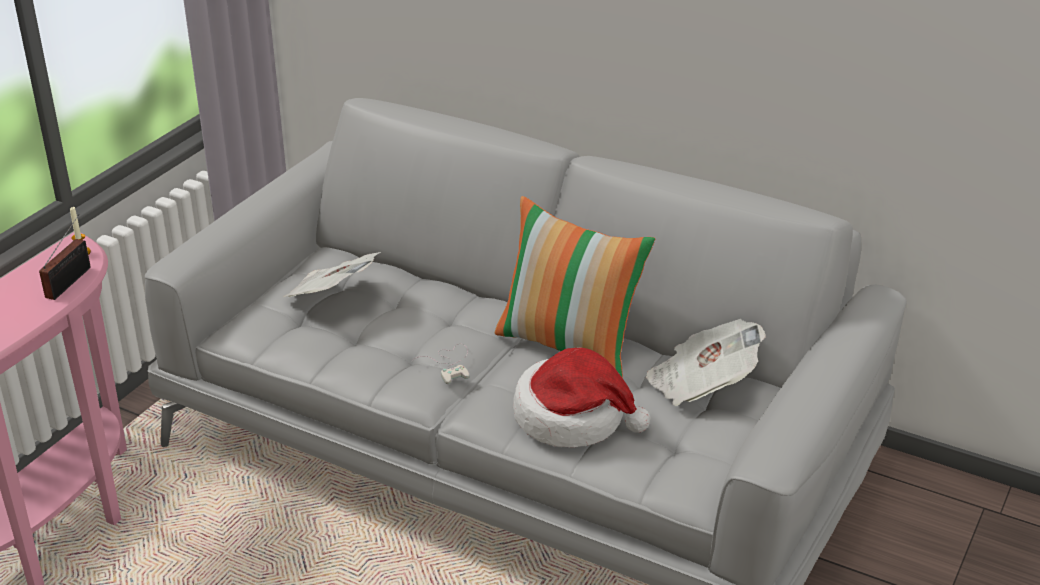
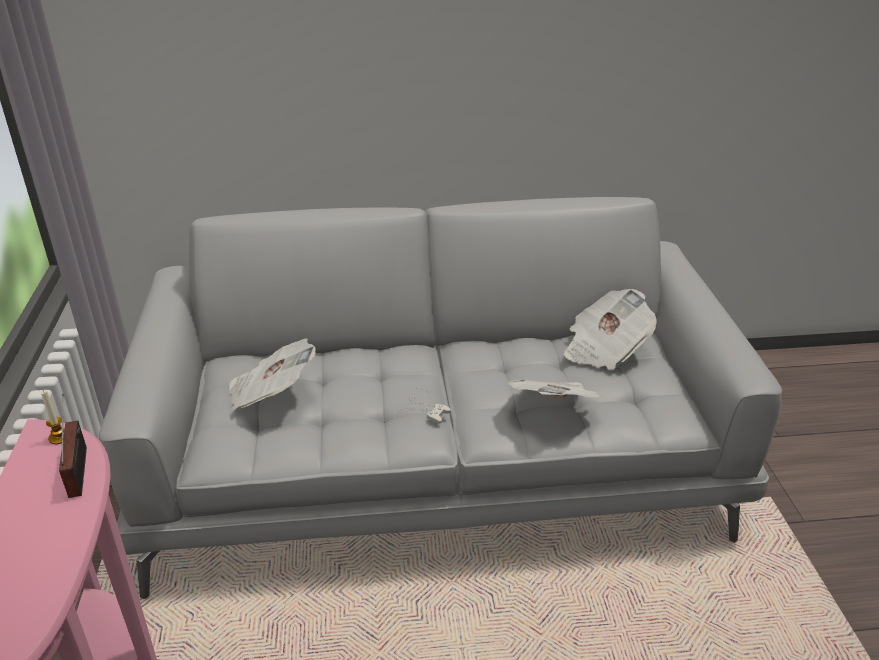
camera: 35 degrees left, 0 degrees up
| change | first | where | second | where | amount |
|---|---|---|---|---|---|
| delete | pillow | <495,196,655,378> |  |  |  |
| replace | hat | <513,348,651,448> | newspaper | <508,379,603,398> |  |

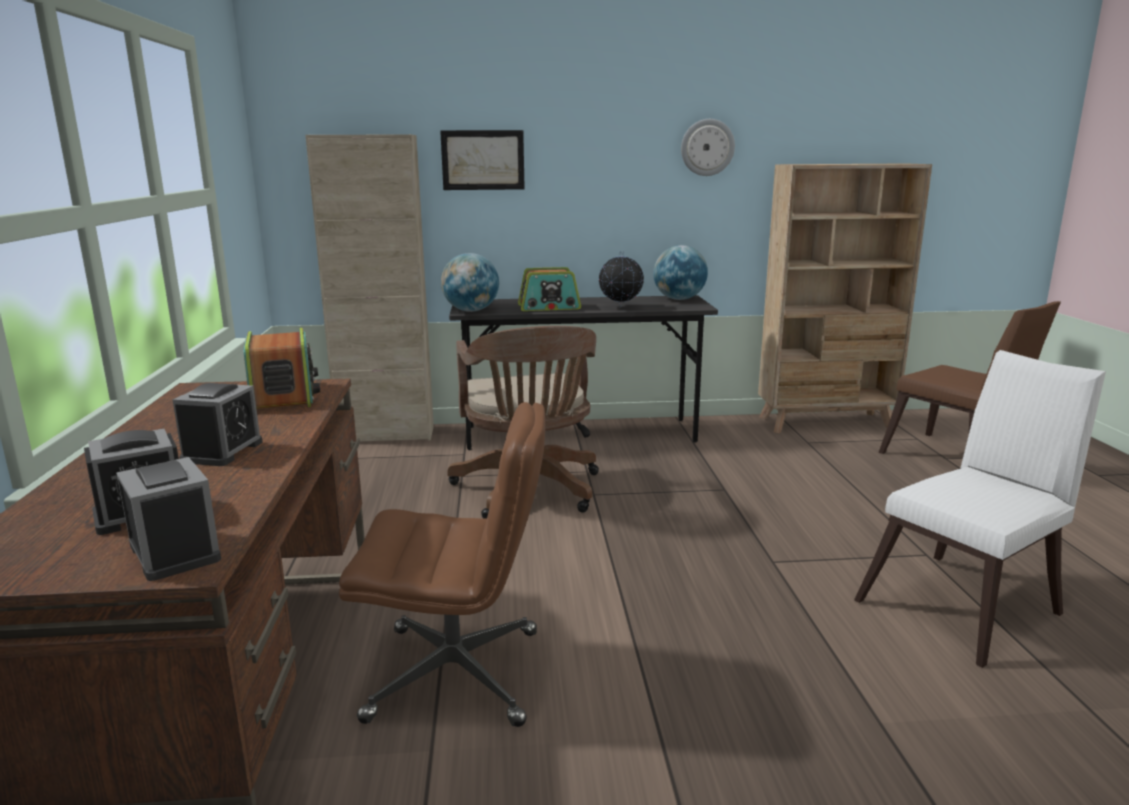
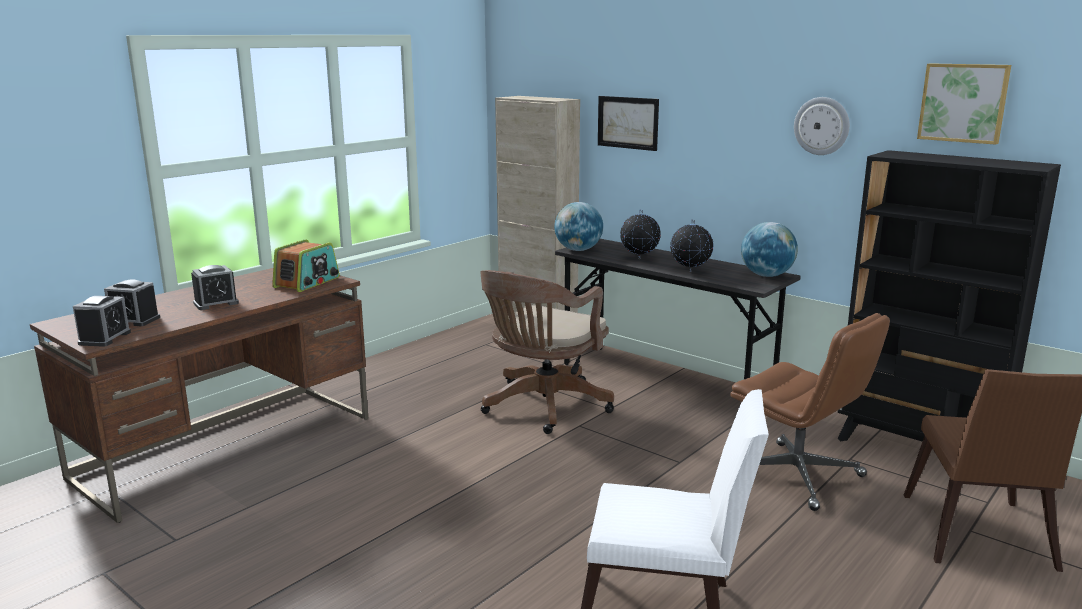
camera: 45 degrees right, 0 degrees up
| change | first | where | second | where | amount |
|---|---|---|---|---|---|
| recolor | beige bookcase | <758,163,932,434> | black bookcase | <838,150,1061,441> |  |
| replace | radio | <518,267,581,311> | globe | <620,210,661,259> |  |
| move | brown office chair | <339,402,545,727> |  | <730,313,890,511> |  |
| insert |  |  | picture | <917,63,1011,145> |  |

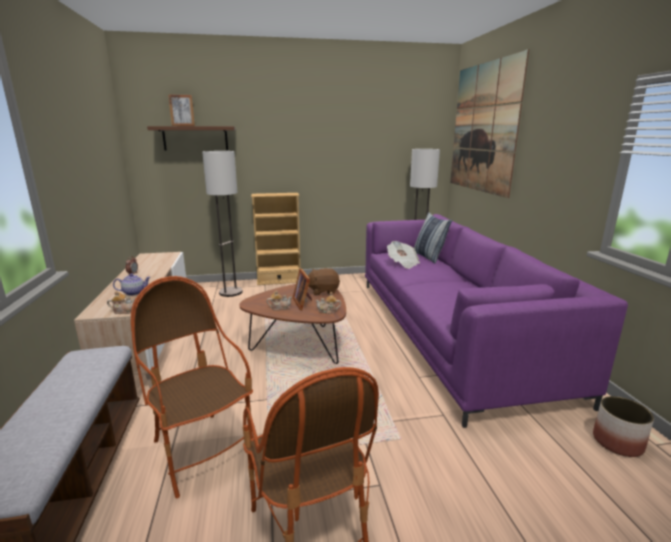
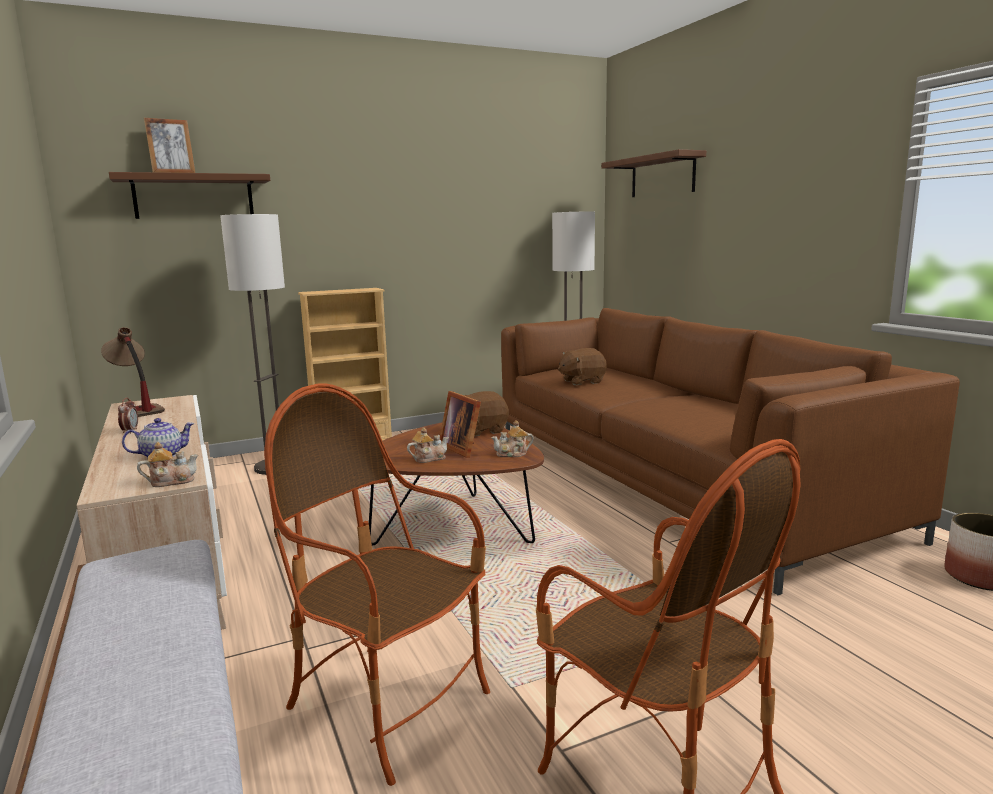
camera: 15 degrees left, 5 degrees down
| change | first | where | second | where | amount |
|---|---|---|---|---|---|
| replace | picture | <450,49,529,198> | brown shelf | <601,149,706,197> |  |
| delete | pillow | <414,212,452,263> |  |  |  |
| recolor | purple sofa | <365,214,628,428> | brown sofa | <501,308,960,595> |  |
| replace | newspaper | <387,241,420,269> | brown plush toy | <558,348,607,385> |  |
| insert |  |  | table lamp | <101,327,165,417> |  |

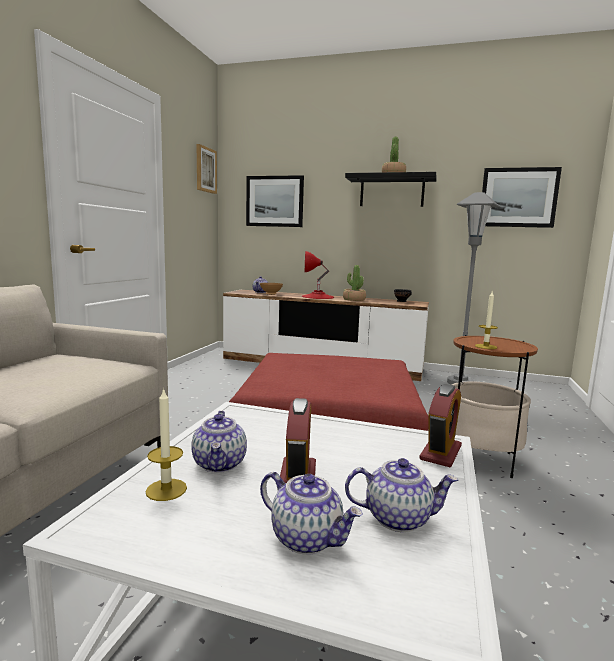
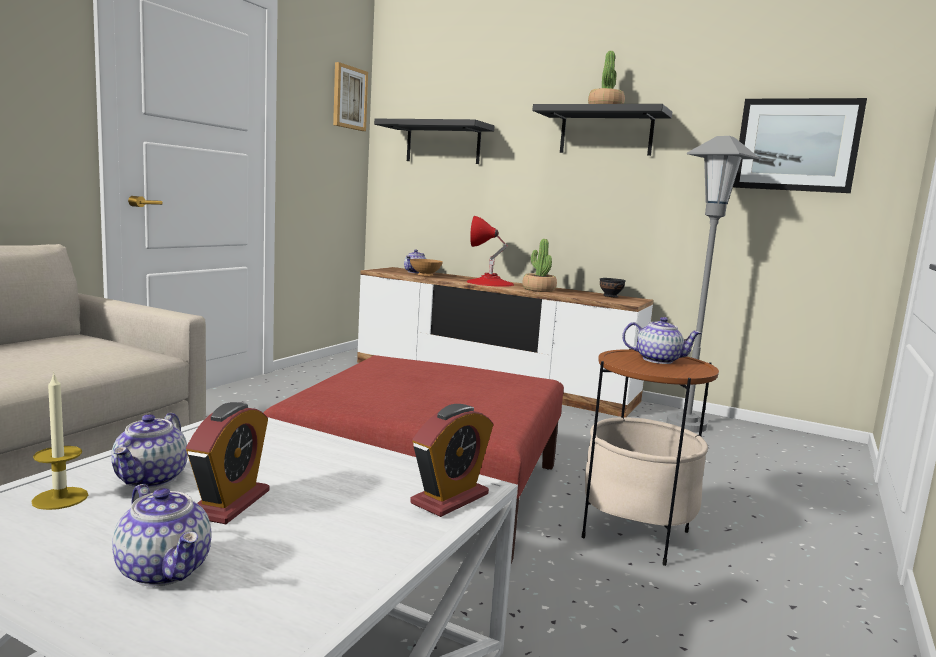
camera: 10 degrees right, 0 degrees up
| change | first | where | second | where | amount |
|---|---|---|---|---|---|
| replace | picture | <246,175,304,227> | black shelf | <374,119,494,164> |  |
| delete | candle | <475,291,498,349> |  |  |  |
| move | teapot | <345,458,458,532> |  | <622,317,702,364> |  |

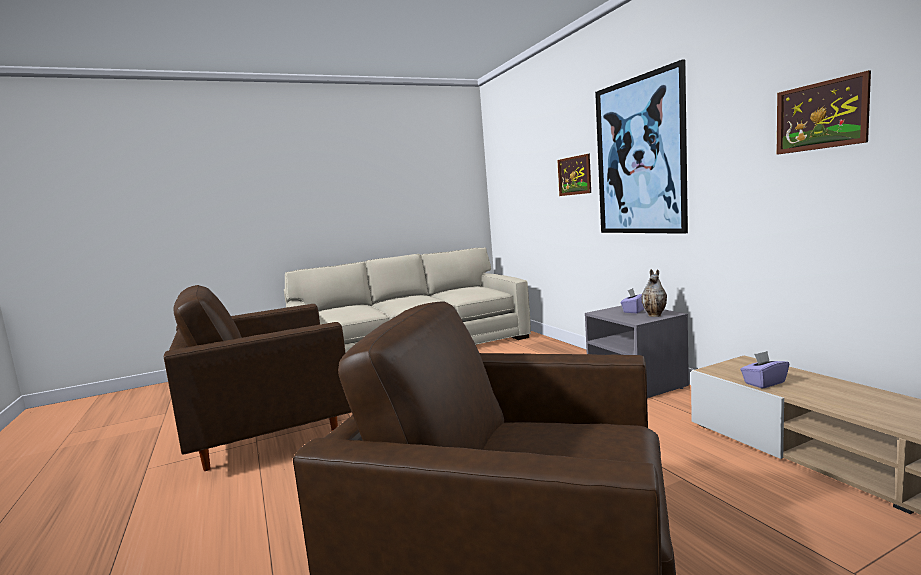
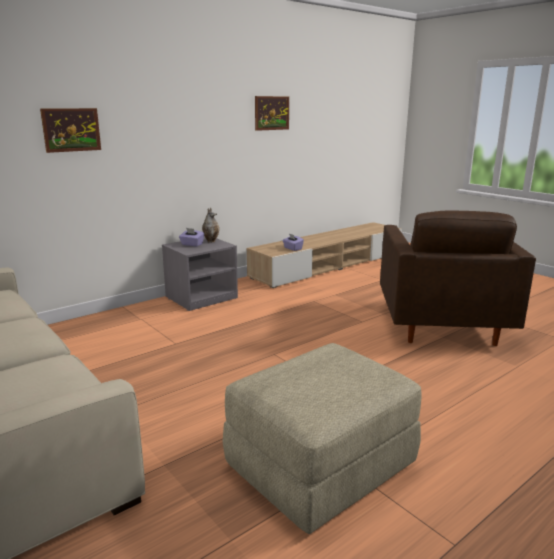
camera: 105 degrees left, 10 degrees up
| change | first | where | second | where | amount |
|---|---|---|---|---|---|
| delete | picture | <595,60,688,234> |  |  |  |
| replace | brown armchair | <164,285,351,471> | beige ottoman | <223,343,421,534> |  |

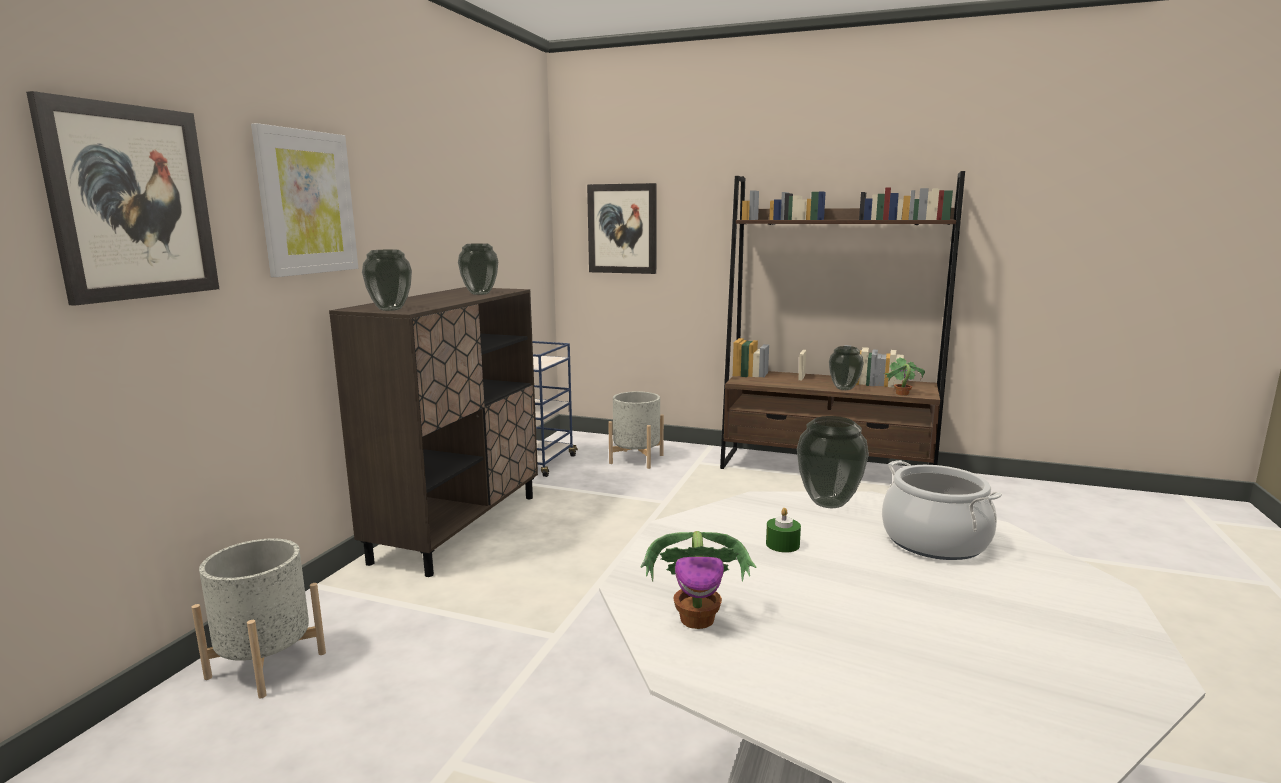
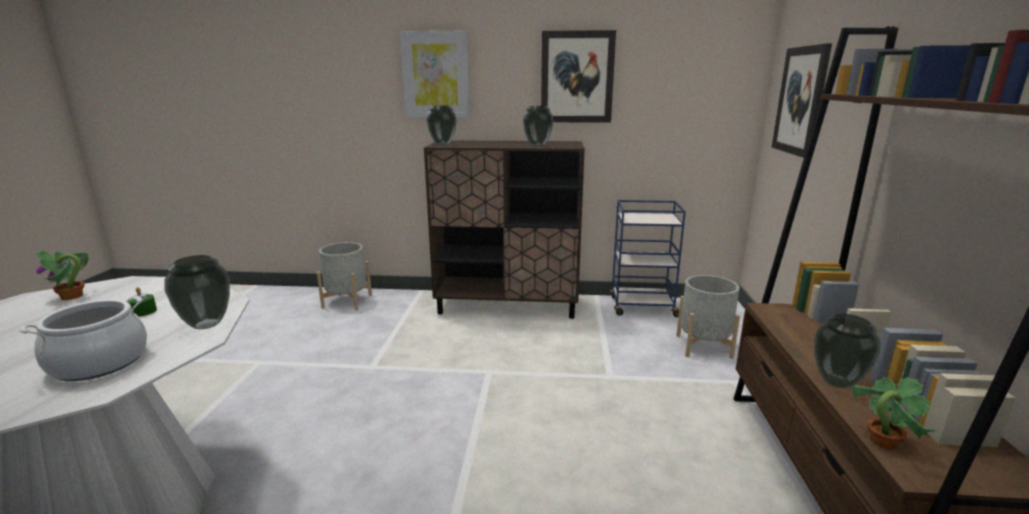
camera: 75 degrees right, 5 degrees up
| change | first | where | second | where | amount |
|---|---|---|---|---|---|
| move | picture | <26,91,219,306> |  | <541,30,616,123> |  |

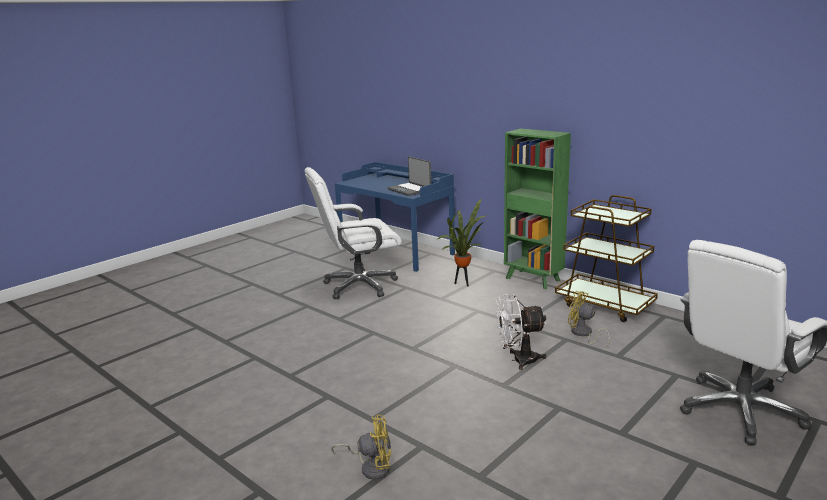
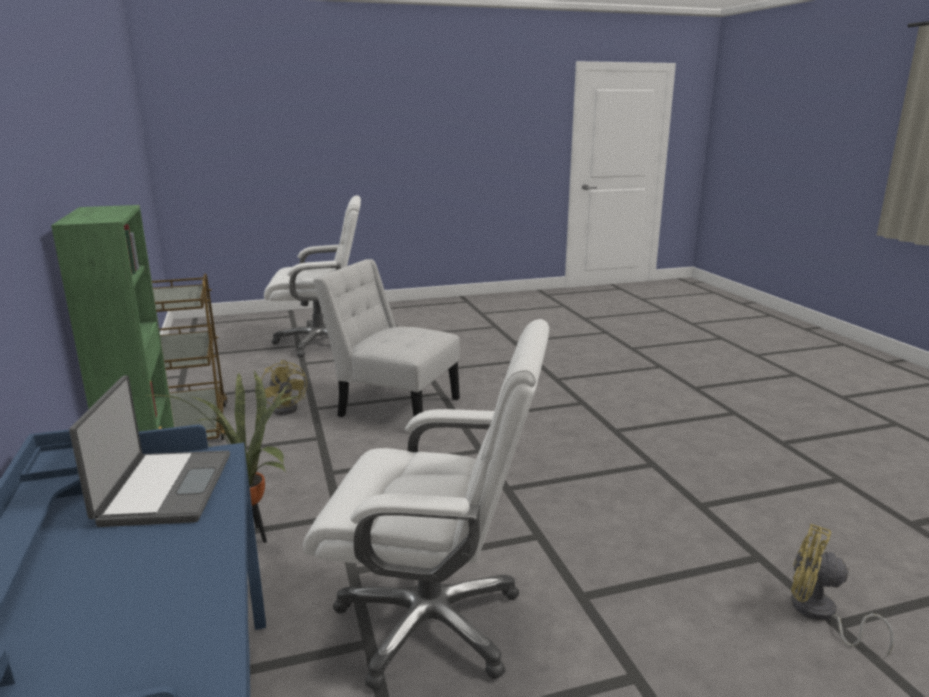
camera: 150 degrees left, 0 degrees up
| change | first | where | second | where | amount |
|---|---|---|---|---|---|
| replace | white fan | <495,294,546,370> | white chair | <313,259,460,417> |  |
| move | yellow fan | <331,415,391,480> |  | <791,524,894,657> |  |

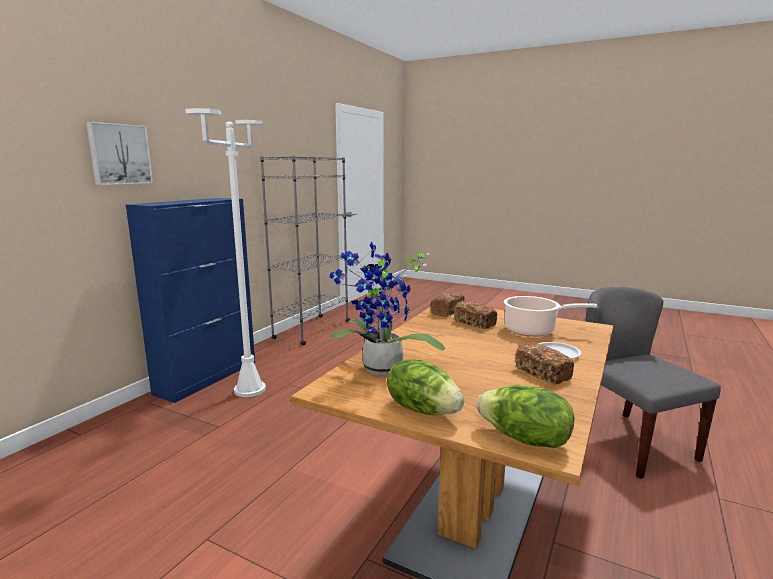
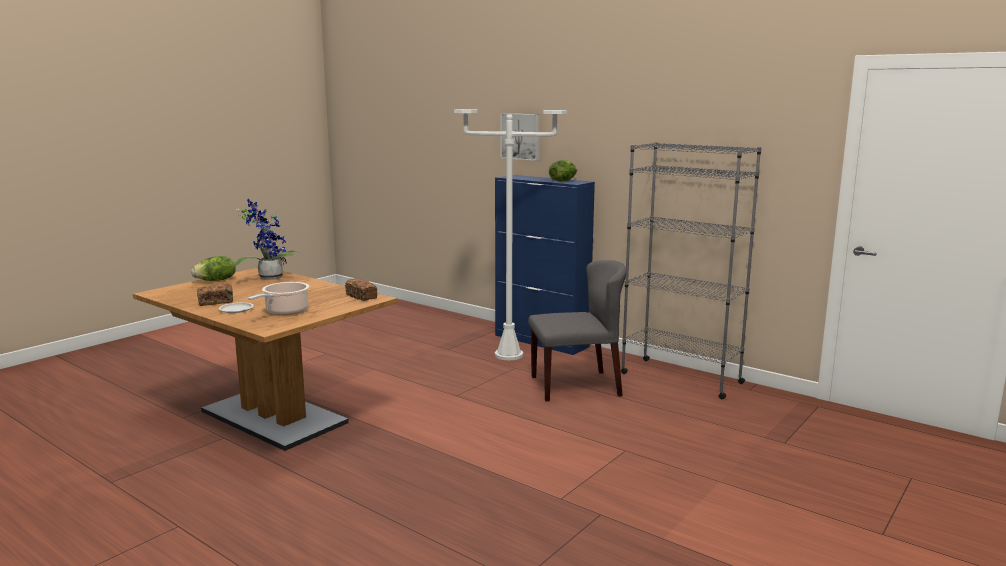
camera: 100 degrees right, 0 degrees up
| change | first | where | second | where | amount |
|---|---|---|---|---|---|
| move | grey chair | <585,287,721,479> |  | <528,260,627,401> |  |
| delete | bread | <454,301,497,329> |  |  |  |
| move | lettuce | <477,385,575,448> |  | <549,160,577,182> |  |

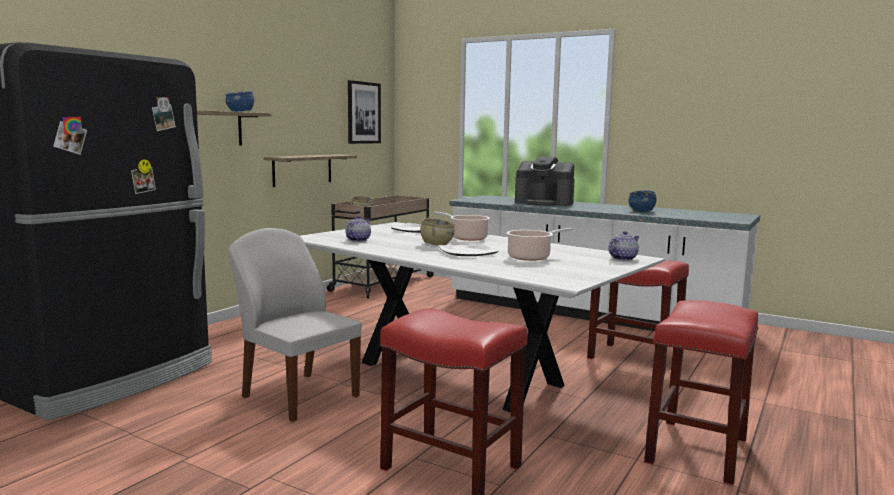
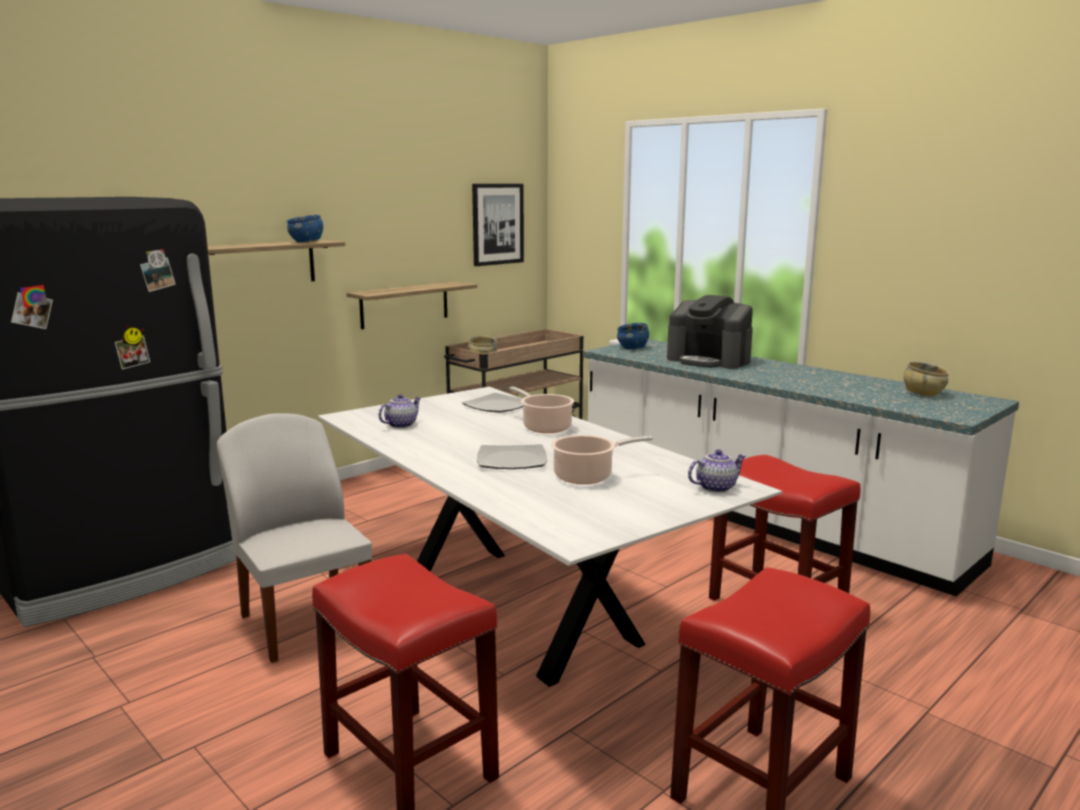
camera: 15 degrees right, 5 degrees up
| change | first | where | second | where | amount |
|---|---|---|---|---|---|
| move | blue bowl | <628,190,657,212> |  | <617,323,649,349> |  |
| move | beige bowl | <420,218,455,245> |  | <904,361,949,397> |  |

